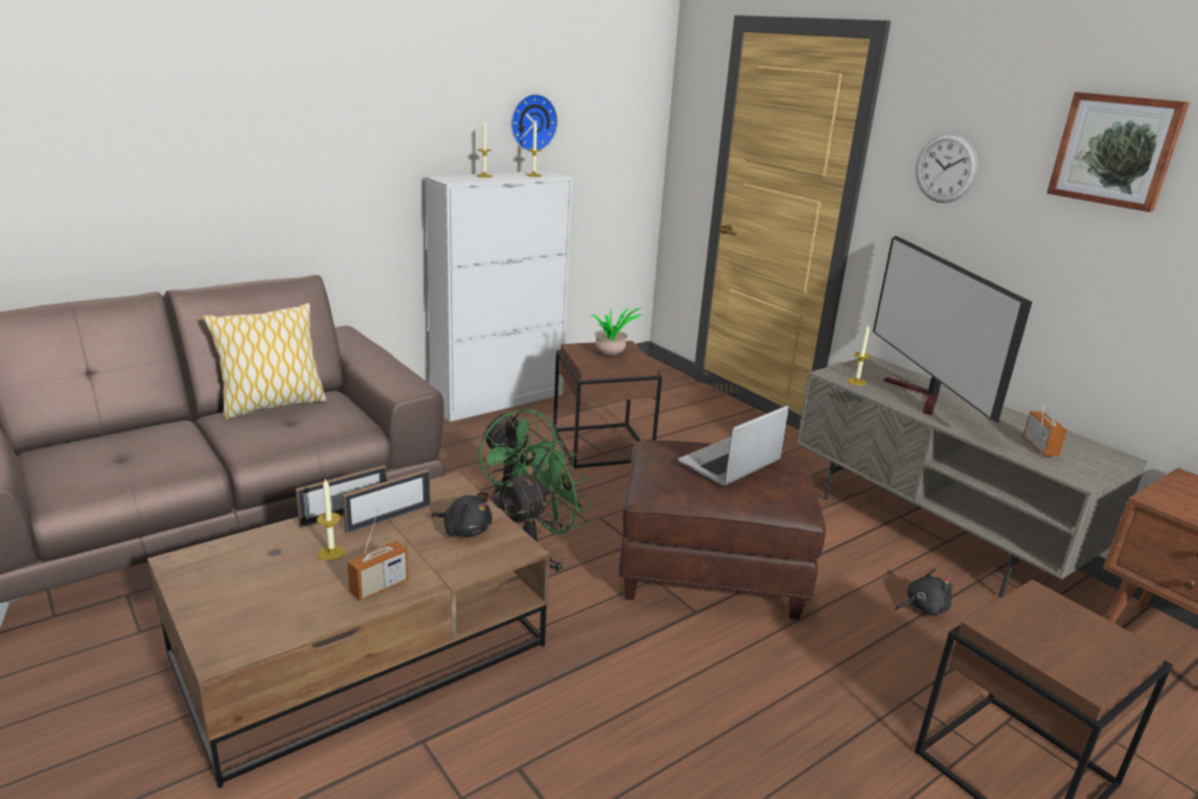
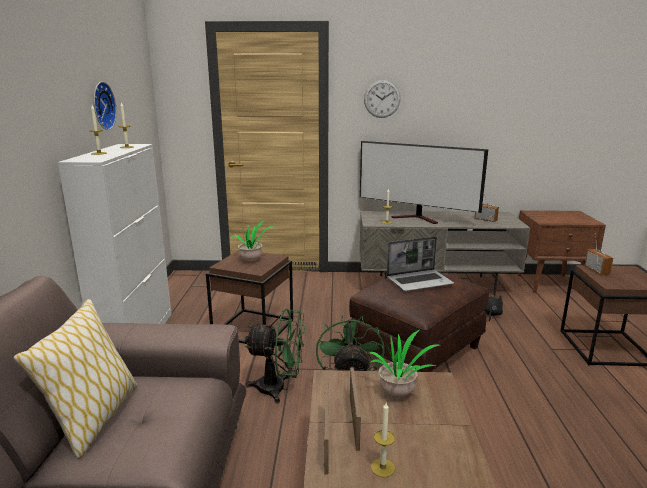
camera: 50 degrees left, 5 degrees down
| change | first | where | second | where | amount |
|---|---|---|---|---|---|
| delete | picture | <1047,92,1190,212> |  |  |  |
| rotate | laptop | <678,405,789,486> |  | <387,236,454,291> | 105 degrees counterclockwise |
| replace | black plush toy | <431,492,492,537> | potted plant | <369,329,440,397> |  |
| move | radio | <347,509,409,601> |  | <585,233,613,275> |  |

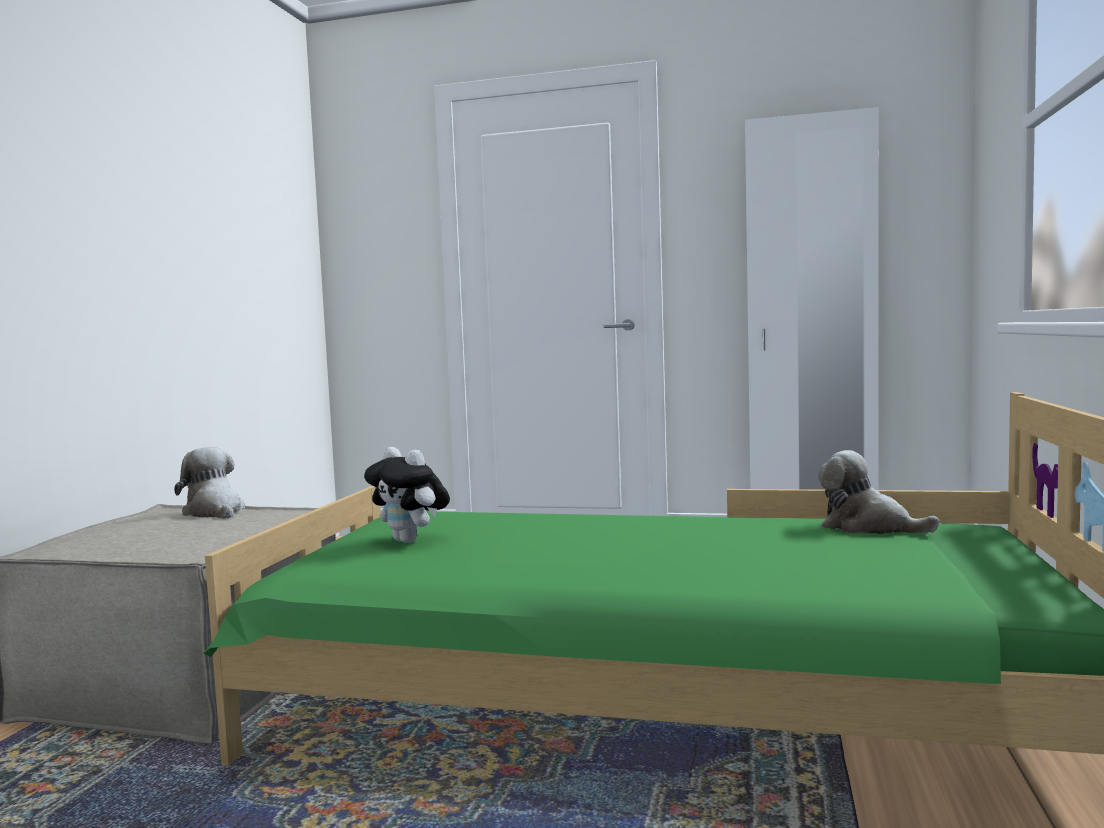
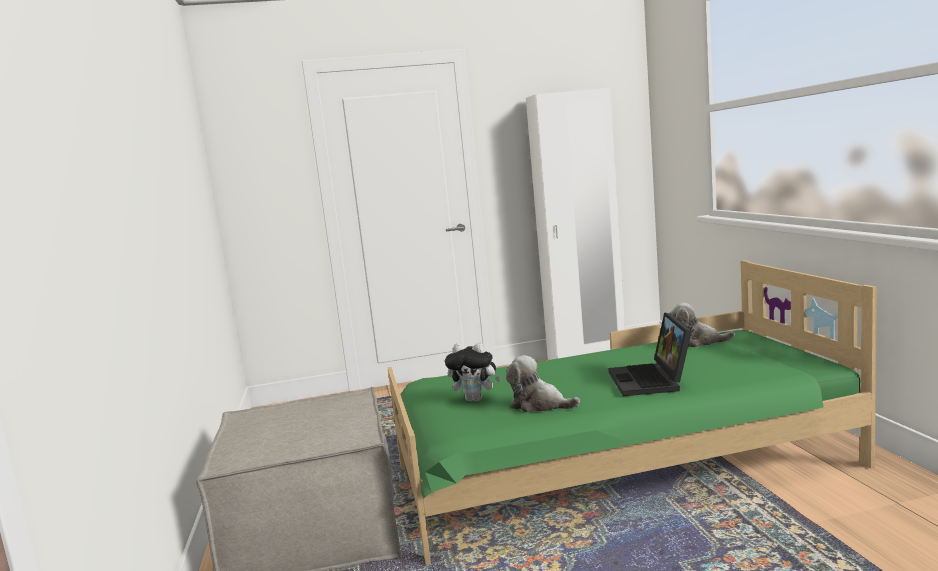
camera: 25 degrees left, 5 degrees up
| change | first | where | second | where | amount |
|---|---|---|---|---|---|
| move | plush toy | <174,447,245,519> |  | <506,355,580,413> |  |
| insert |  |  | laptop | <608,313,692,396> |  |

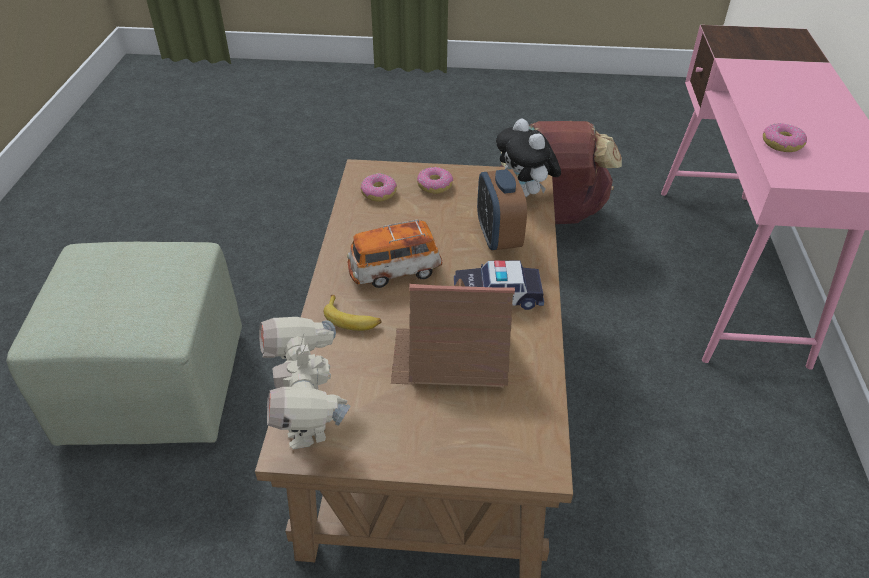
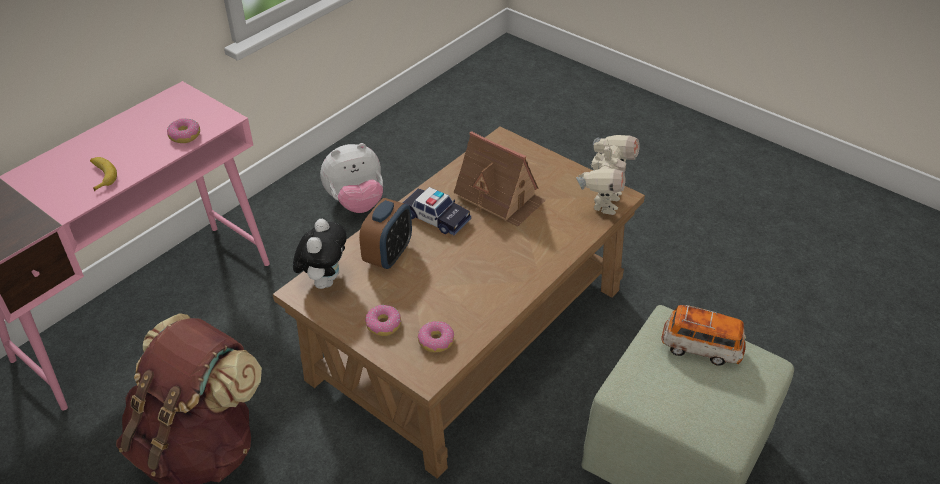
camera: 145 degrees left, 0 degrees up
| change | first | where | second | where | amount |
|---|---|---|---|---|---|
| move | toy car | <347,219,442,288> |  | <661,305,746,366> |  |
| move | banana | <324,295,381,331> |  | <90,157,117,191> |  |
| insert |  |  | plush toy | <320,143,383,213> |  |

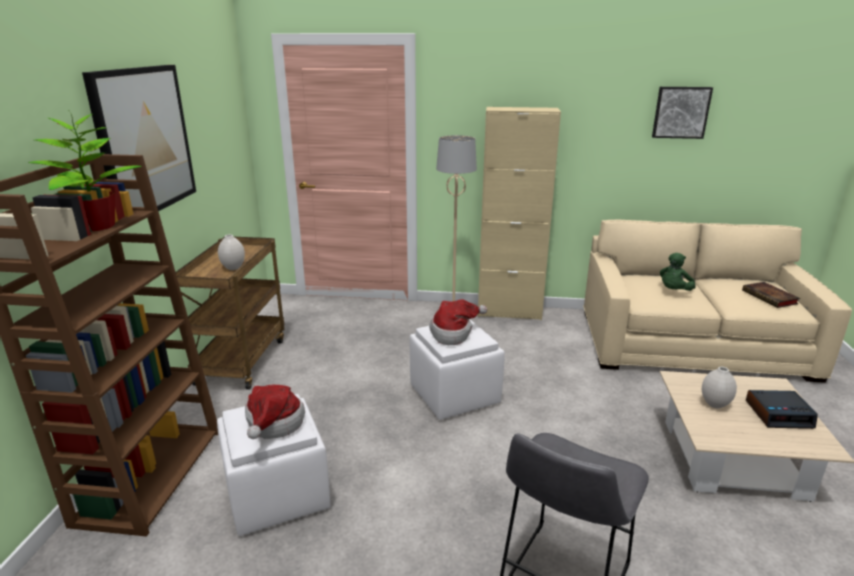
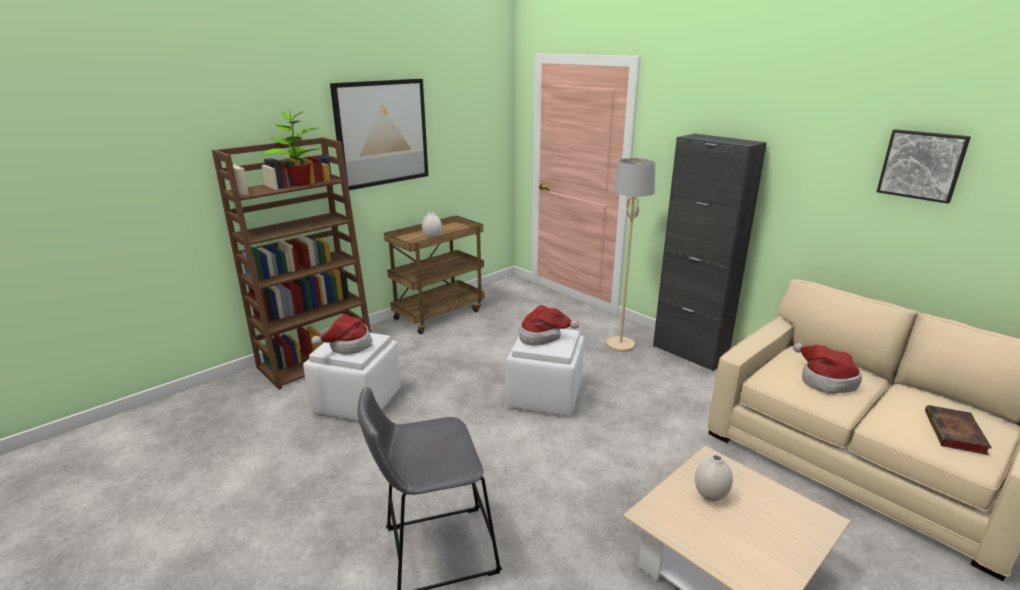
camera: 40 degrees right, 0 degrees up
| change | first | where | second | where | amount |
|---|---|---|---|---|---|
| recolor | beige cabinet | <478,107,561,320> | black cabinet | <653,134,767,371> |  |
| replace | green plush toy | <660,253,695,291> | hat | <793,343,862,394> |  |
| delete | alarm clock | <746,390,818,429> |  |  |  |

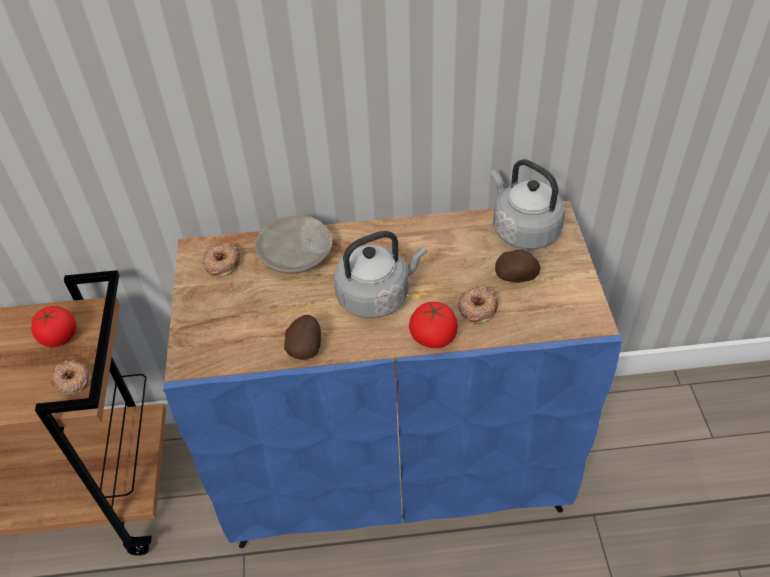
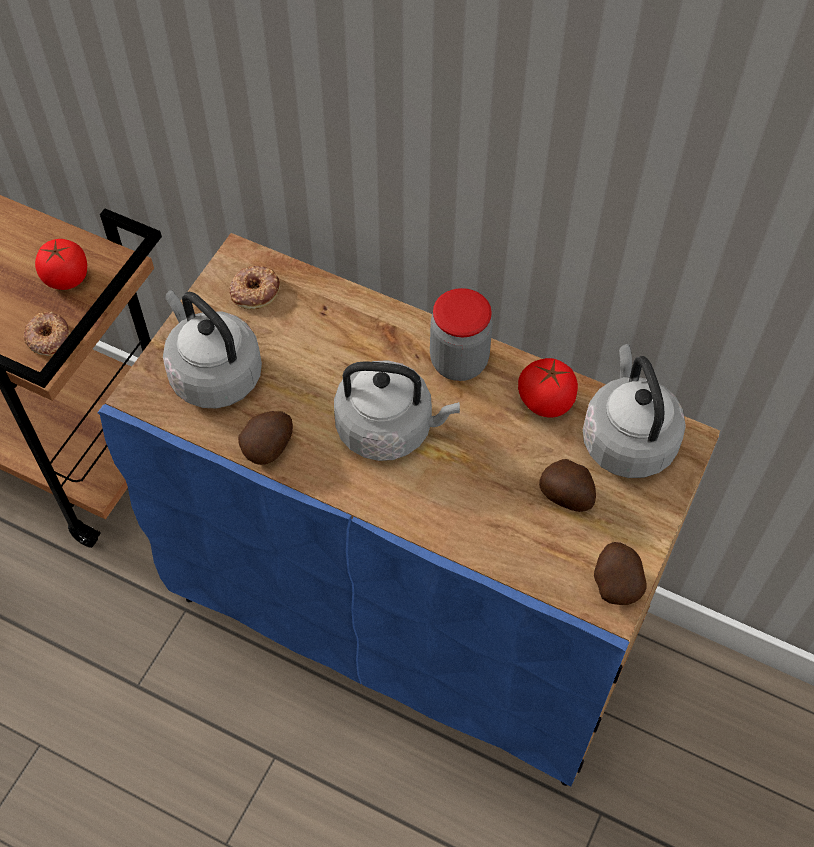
camera: 30 degrees right, 10 degrees up
| change | first | where | second | where | amount |
|---|---|---|---|---|---|
| delete | beige plate | <255,215,333,274> |  |  |  |
| delete | donut | <458,287,498,324> |  |  |  |
| move | tomato | <409,302,458,348> |  | <518,358,578,418> |  |
| insert |  |  | jar | <430,288,493,381> |  |
| insert |  |  | grey kettle | <163,290,262,408> |  |
| insert |  |  | potato | <594,542,647,605> |  |

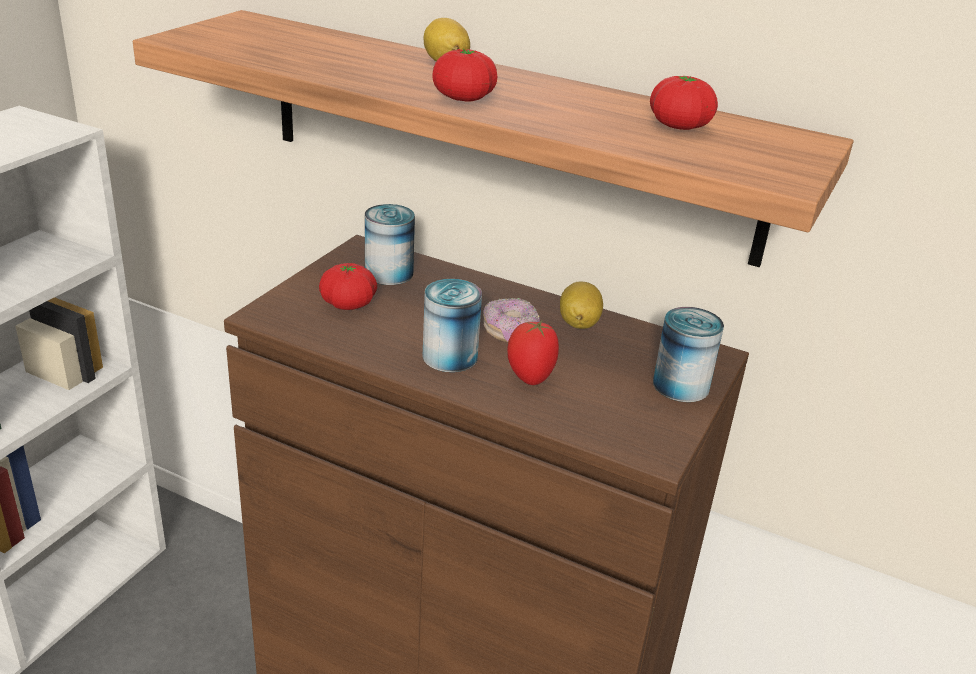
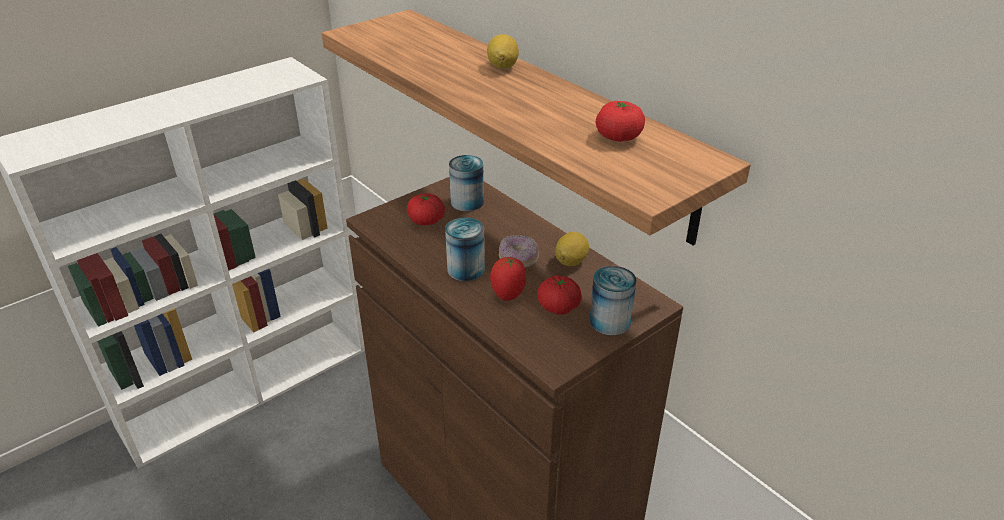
camera: 25 degrees right, 5 degrees up
| change | first | where | second | where | amount |
|---|---|---|---|---|---|
| move | tomato | <433,49,497,102> |  | <537,275,582,314> |  |

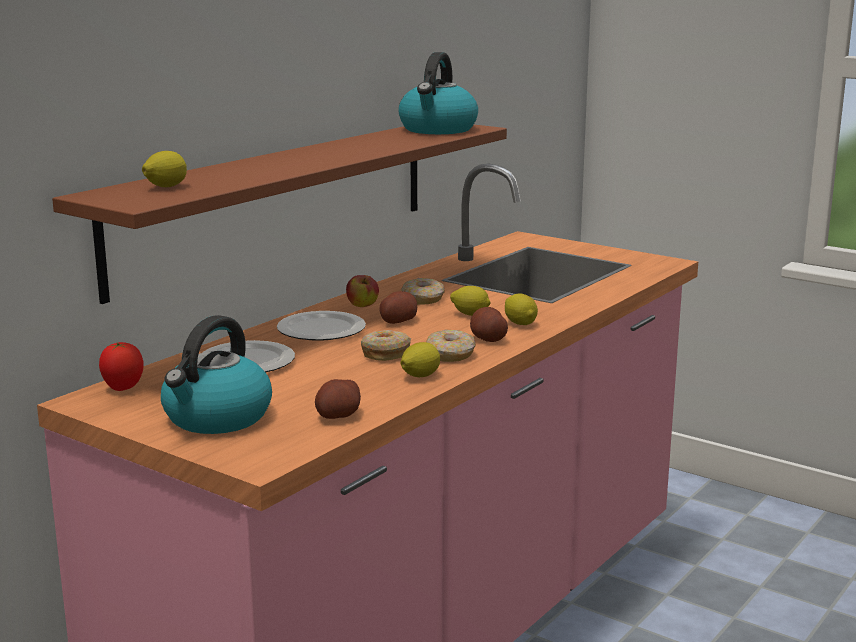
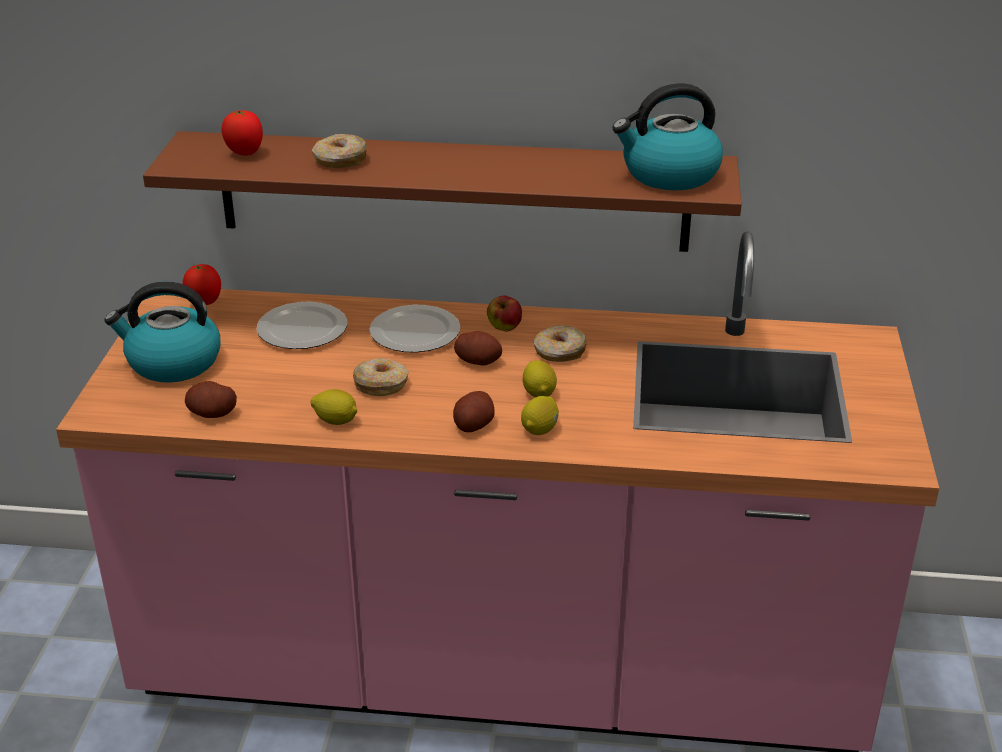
camera: 60 degrees right, 15 degrees up
| change | first | where | second | where | amount |
|---|---|---|---|---|---|
| replace | lemon | <142,151,187,187> | tomato | <221,109,263,156> |  |
| move | donut | <426,329,475,362> |  | <312,134,367,168> |  |

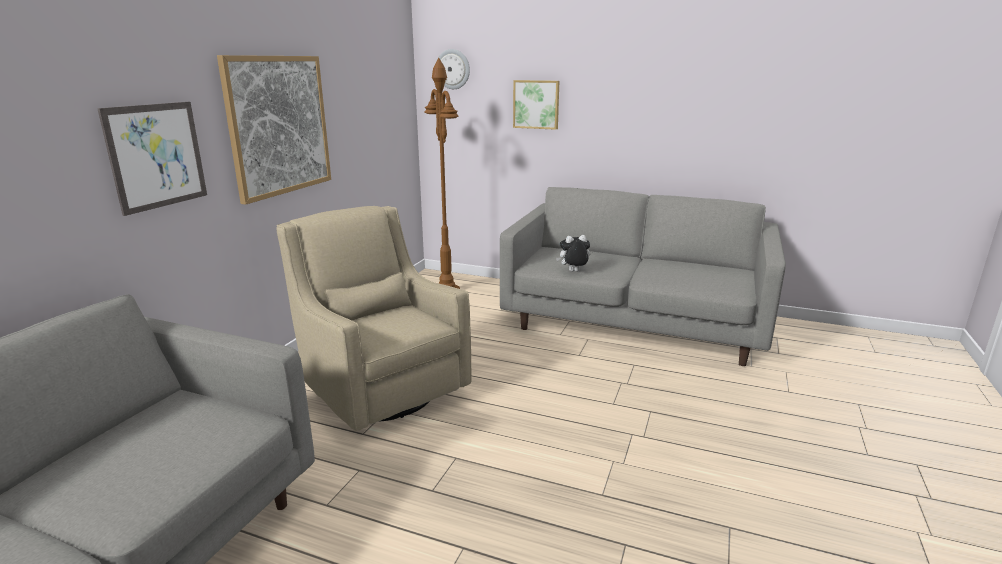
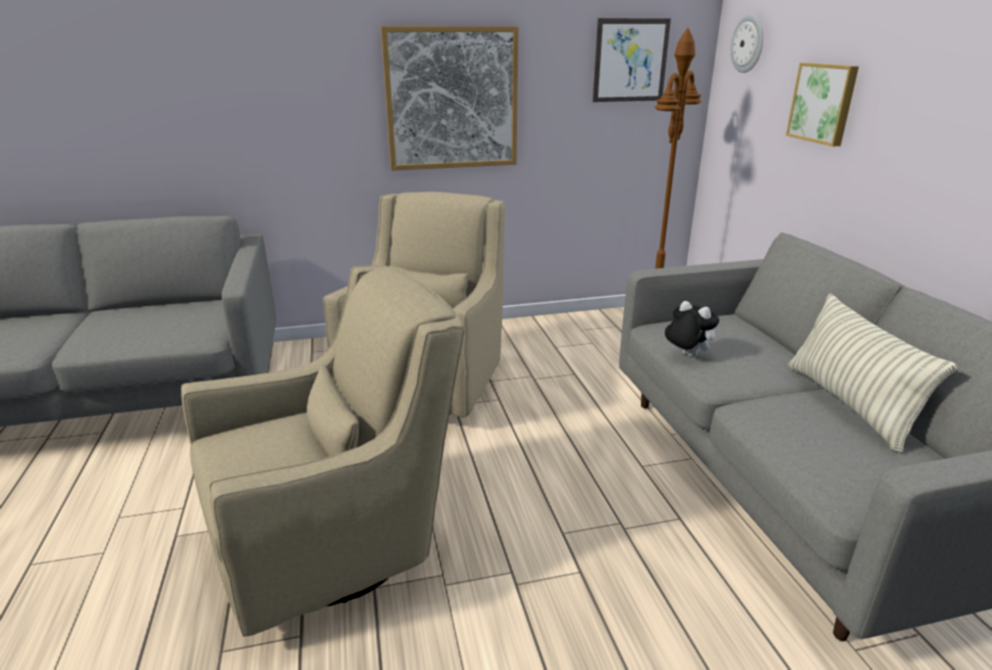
camera: 55 degrees right, 5 degrees up
| change | first | where | second | where | amount |
|---|---|---|---|---|---|
| move | picture | <97,102,207,216> |  | <593,18,671,102> |  |
| insert |  |  | beige armchair | <181,265,465,637> |  |
| insert |  |  | pillow | <788,294,958,453> |  |

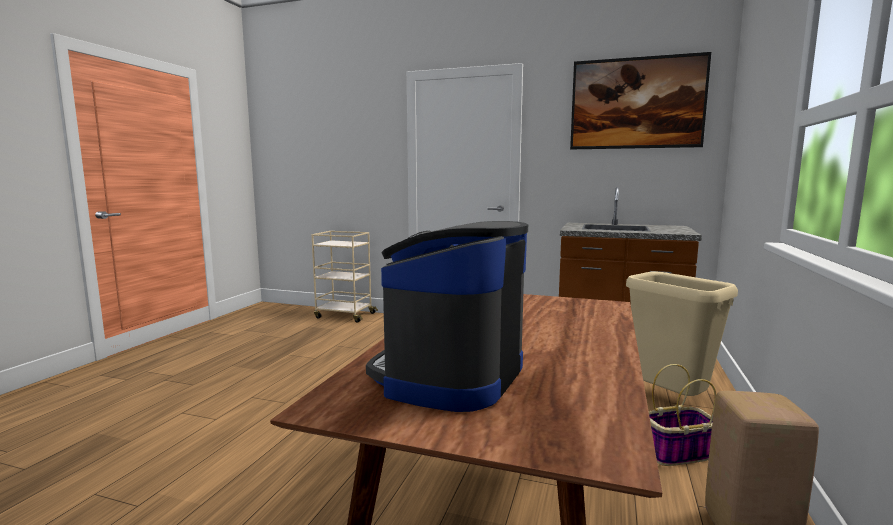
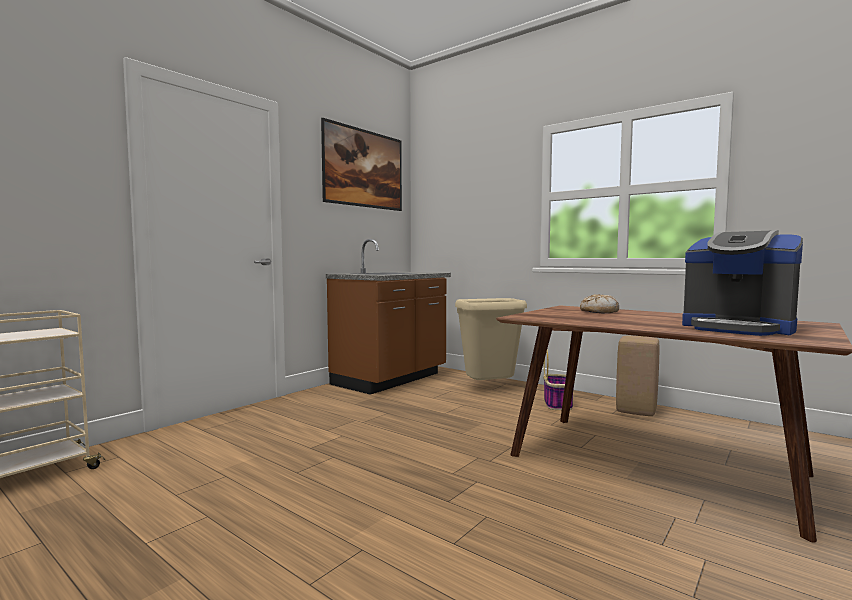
camera: 70 degrees left, 5 degrees down
| change | first | where | second | where | amount |
|---|---|---|---|---|---|
| insert |  |  | bread | <580,294,619,313> |  |

